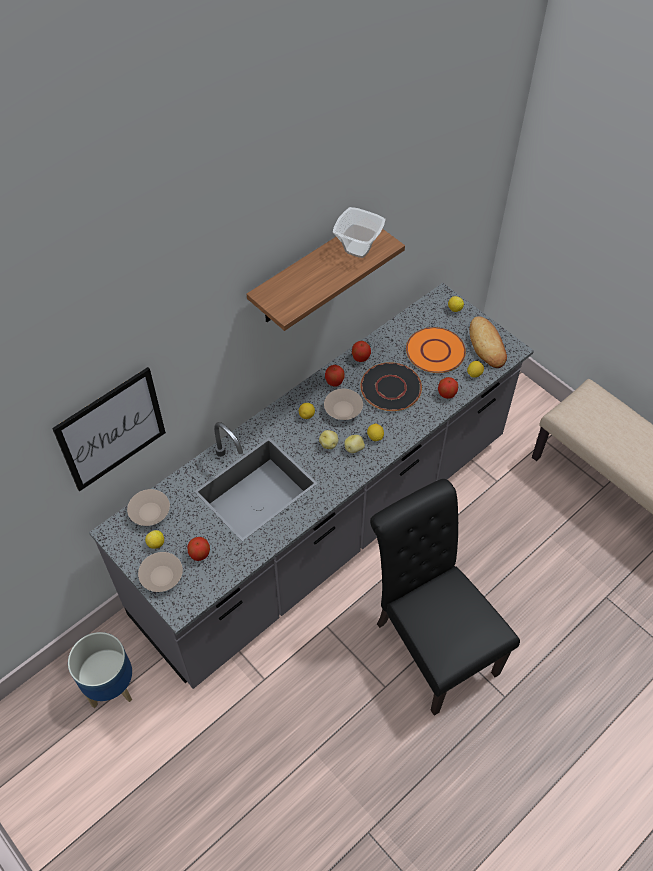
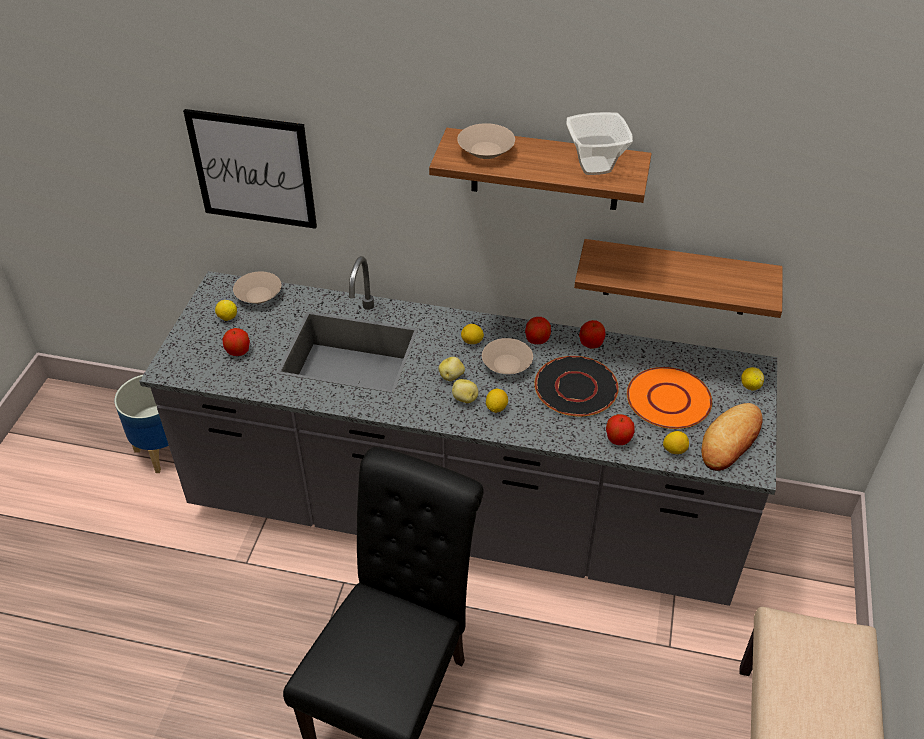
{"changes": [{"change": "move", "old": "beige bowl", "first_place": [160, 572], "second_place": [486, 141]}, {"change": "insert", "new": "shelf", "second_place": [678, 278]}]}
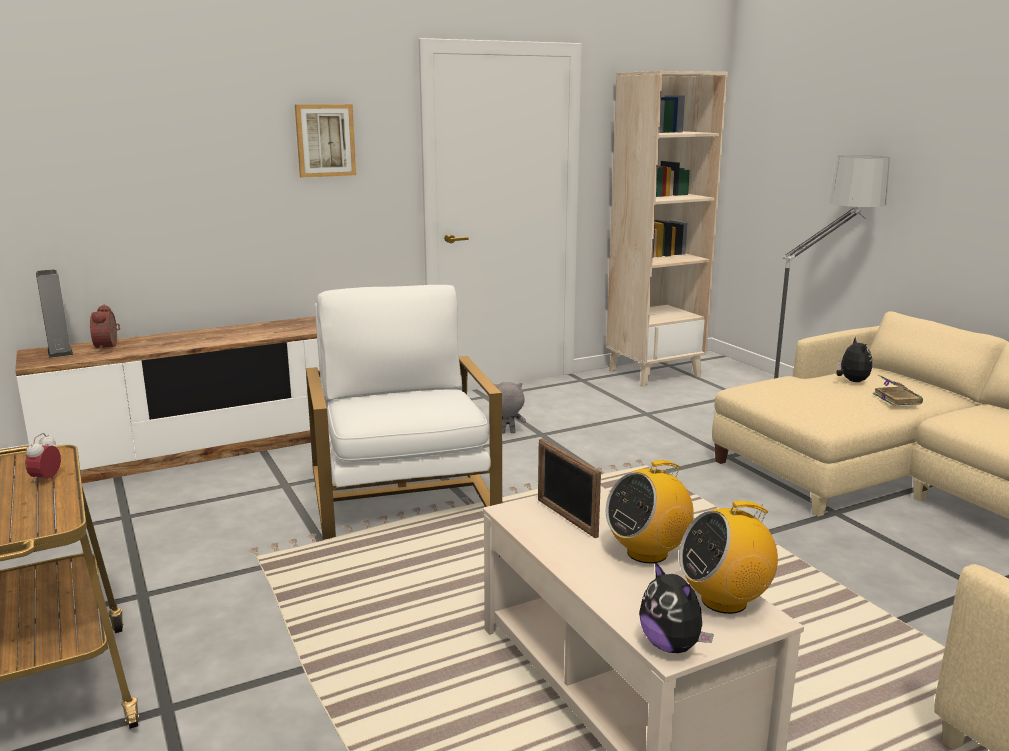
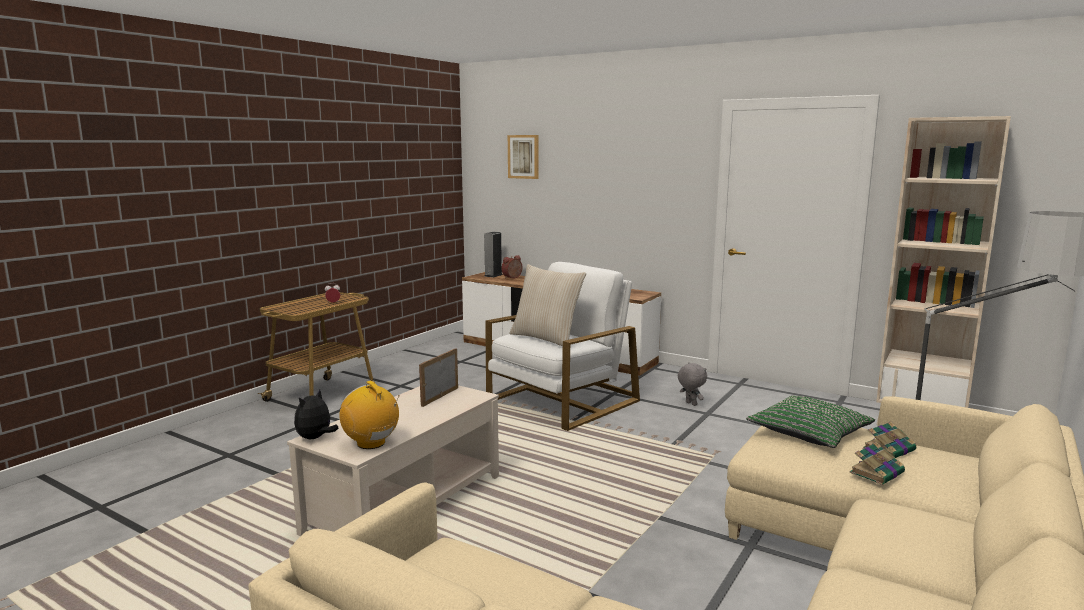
{"changes": [{"change": "move", "old": "picture", "first_place": [325, 141], "second_place": [523, 157]}, {"change": "insert", "new": "beige pillow", "second_place": [547, 305]}, {"change": "insert", "new": "green pillow", "second_place": [810, 421]}, {"change": "replace", "old": "plush toy", "new": "book", "first_place": [854, 359], "second_place": [889, 439]}, {"change": "delete", "old": "radio", "first_place": [650, 511]}]}
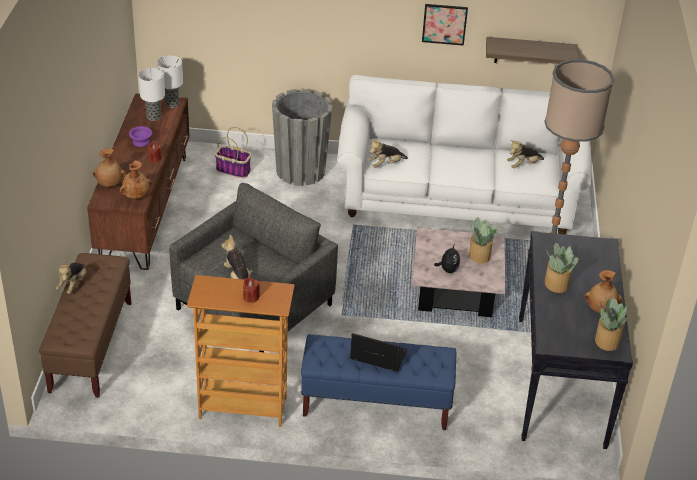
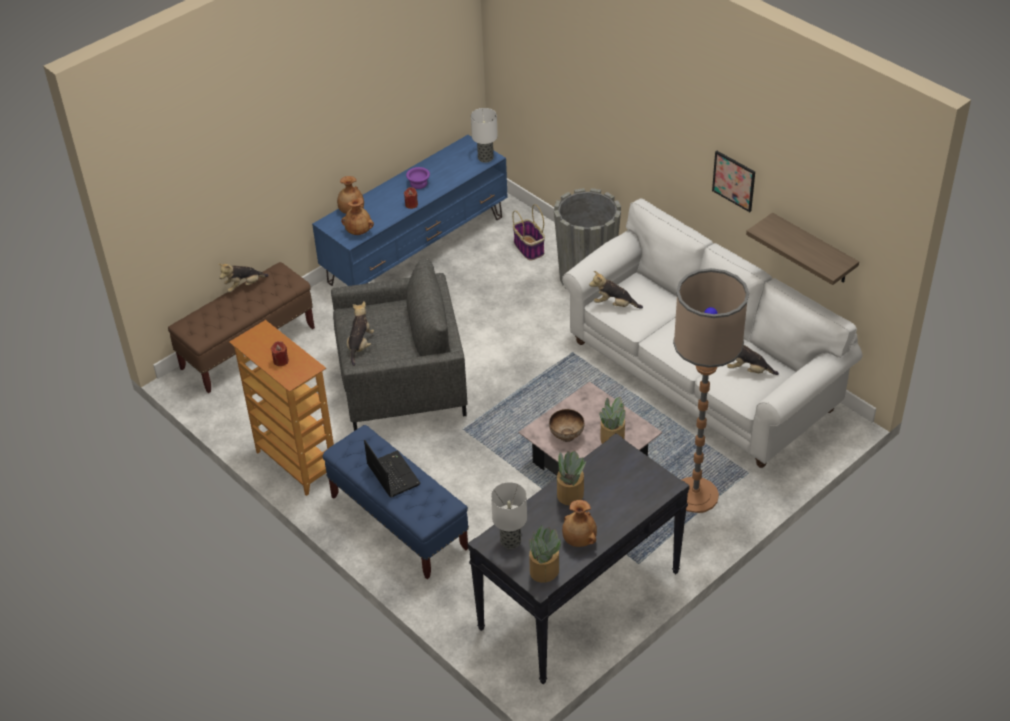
{"changes": [{"change": "recolor", "old": "brown tv stand", "new": "blue tv stand", "first_place": [138, 181], "second_place": [410, 210]}, {"change": "move", "old": "table lamp", "first_place": [152, 94], "second_place": [509, 515]}, {"change": "replace", "old": "plush toy", "new": "bowl", "first_place": [447, 258], "second_place": [566, 425]}]}
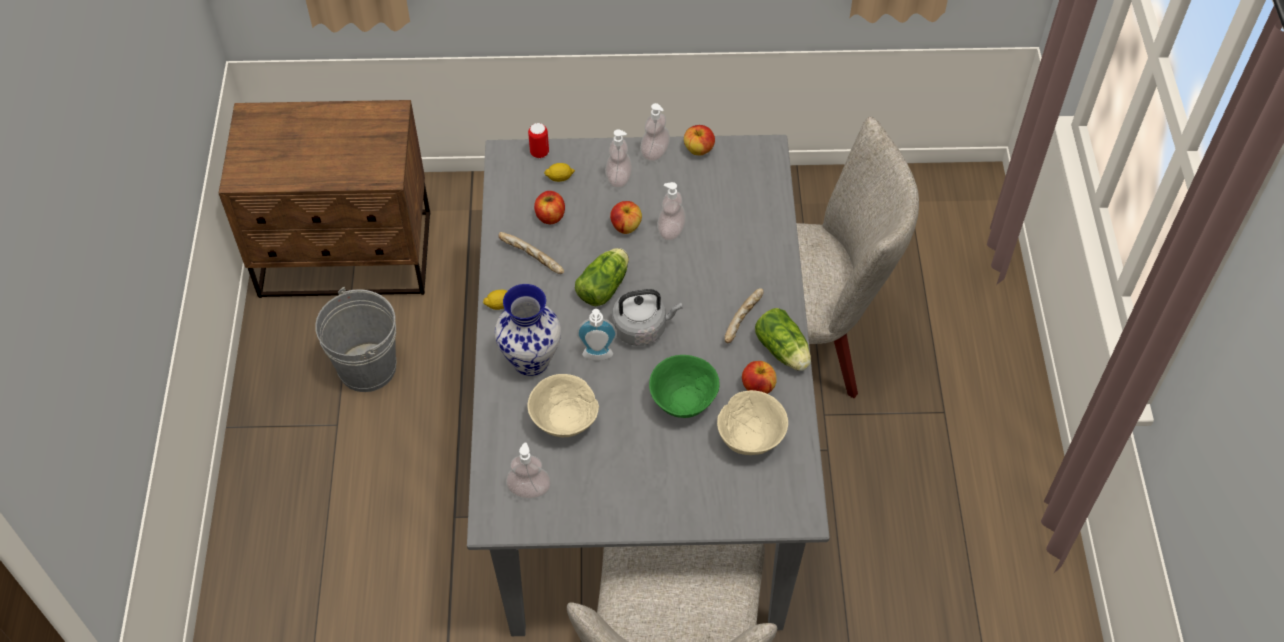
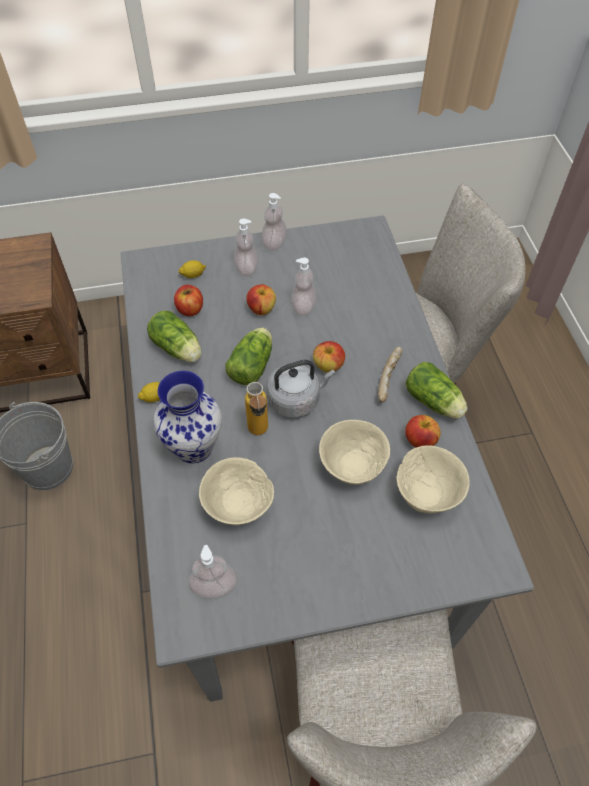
{"changes": [{"change": "replace", "old": "bread", "new": "lettuce", "first_place": [531, 253], "second_place": [174, 336]}, {"change": "replace", "old": "soap dispenser", "new": "bottle", "first_place": [597, 335], "second_place": [256, 408]}, {"change": "move", "old": "apple", "first_place": [699, 140], "second_place": [329, 356]}, {"change": "recolor", "old": "green bowl", "new": "beige bowl", "first_place": [684, 386], "second_place": [354, 452]}, {"change": "delete", "old": "can", "first_place": [538, 140]}]}
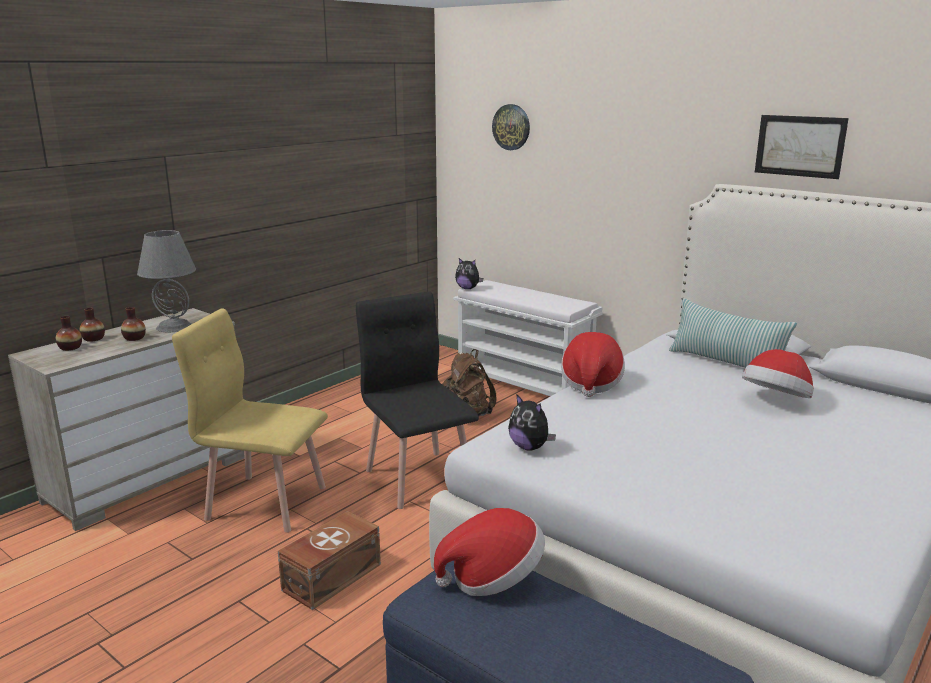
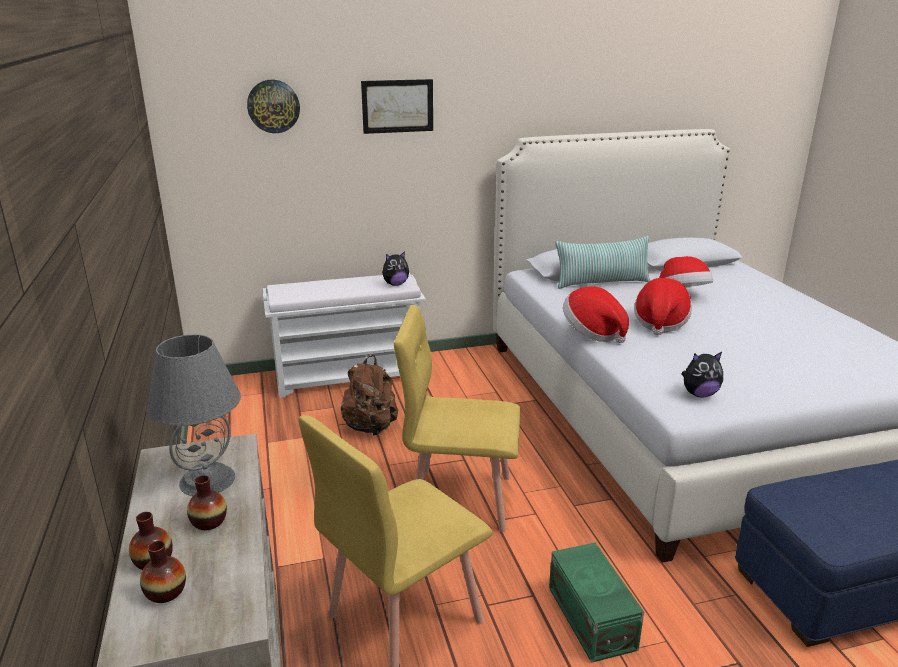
{"changes": [{"change": "move", "old": "picture", "first_place": [802, 147], "second_place": [397, 106]}, {"change": "move", "old": "plush toy", "first_place": [469, 273], "second_place": [395, 268]}, {"change": "recolor", "old": "black chair", "new": "yellow chair", "first_place": [417, 400], "second_place": [457, 418]}, {"change": "recolor", "old": "brown storage box", "new": "green storage box", "first_place": [329, 560], "second_place": [596, 602]}, {"change": "move", "old": "hat", "first_place": [489, 552], "second_place": [663, 306]}]}
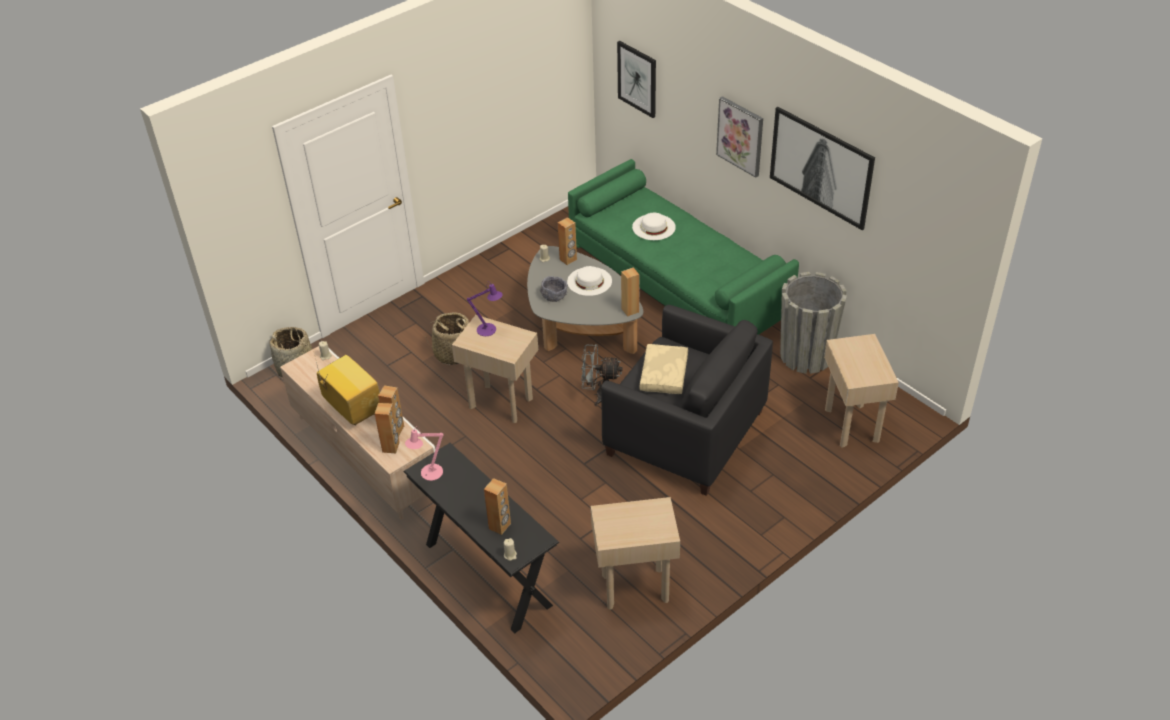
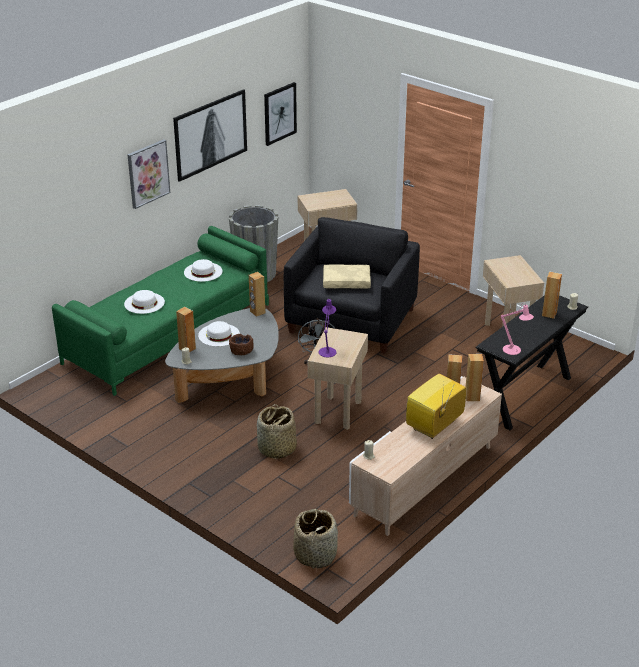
{"changes": [{"change": "insert", "new": "white hat", "second_place": [203, 270]}, {"change": "recolor", "old": "grey bowl", "new": "brown bowl", "first_place": [554, 289], "second_place": [241, 344]}, {"change": "move", "old": "picture", "first_place": [636, 79], "second_place": [280, 114]}]}
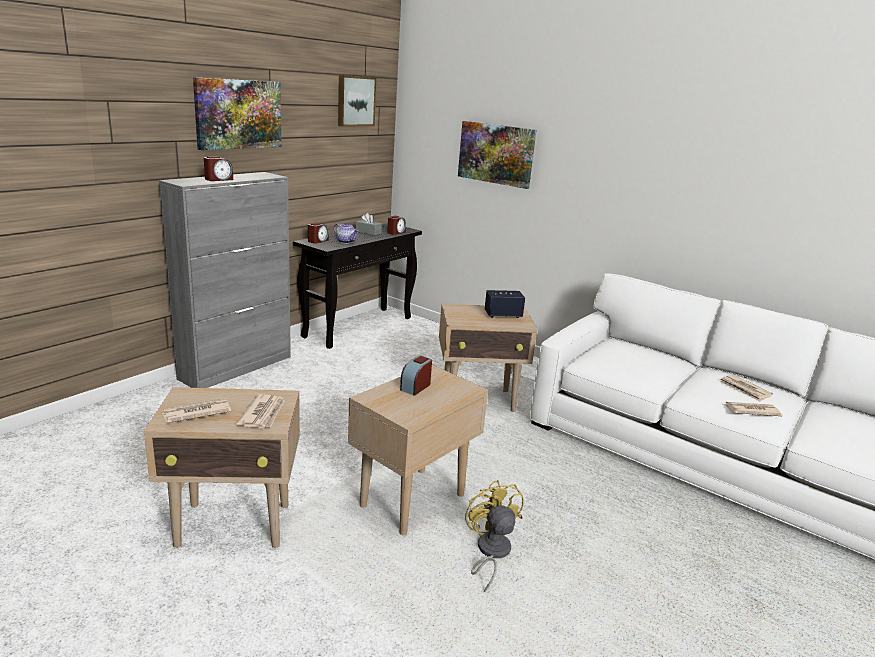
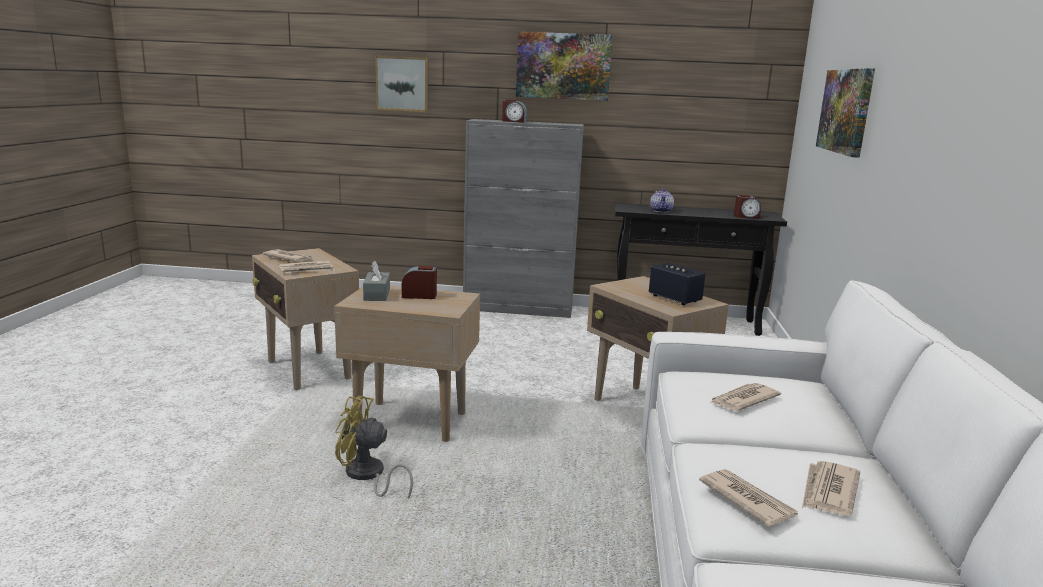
{"changes": [{"change": "rotate", "old": "yellow fan", "first_place": [494, 536], "second_place": [374, 447], "degrees": -120}, {"change": "move", "old": "grey tissue box", "first_place": [368, 224], "second_place": [376, 281]}, {"change": "move", "old": "picture", "first_place": [357, 101], "second_place": [401, 84]}, {"change": "insert", "new": "newspaper", "second_place": [745, 397]}, {"change": "delete", "old": "alarm clock", "first_place": [318, 233]}]}
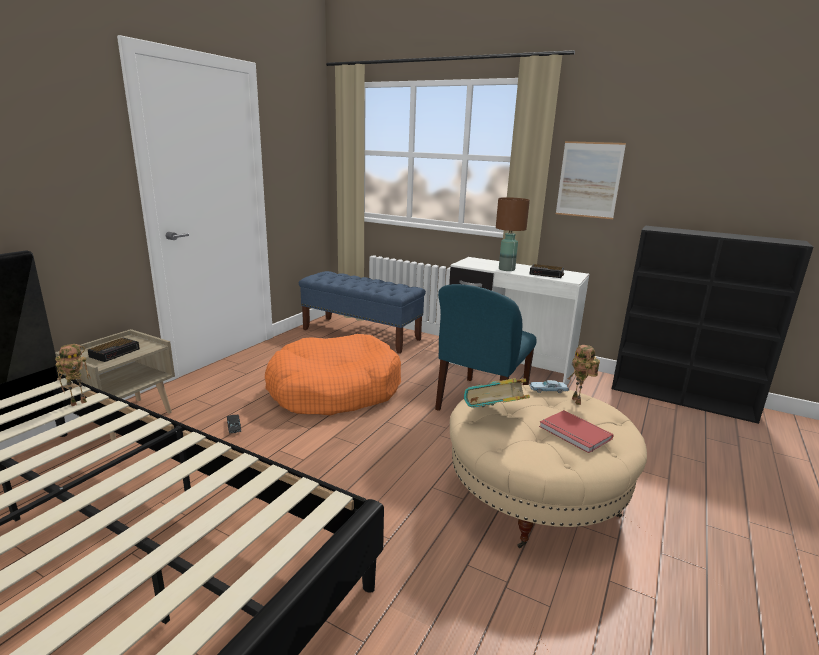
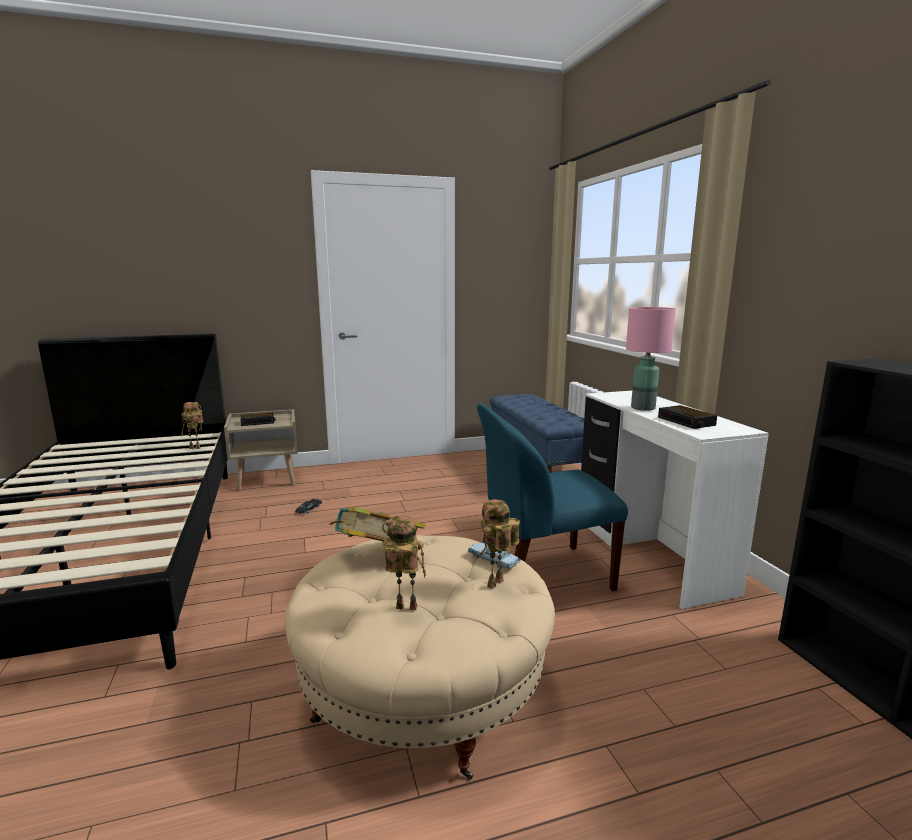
{"changes": [{"change": "replace", "old": "red book", "new": "toy robot", "first_place": [576, 431], "second_place": [404, 563]}, {"change": "recolor", "old": "brown table lamp", "new": "pink table lamp", "first_place": [513, 234], "second_place": [651, 359]}, {"change": "delete", "old": "orange dog bed", "first_place": [333, 374]}, {"change": "delete", "old": "picture", "first_place": [591, 180]}]}
